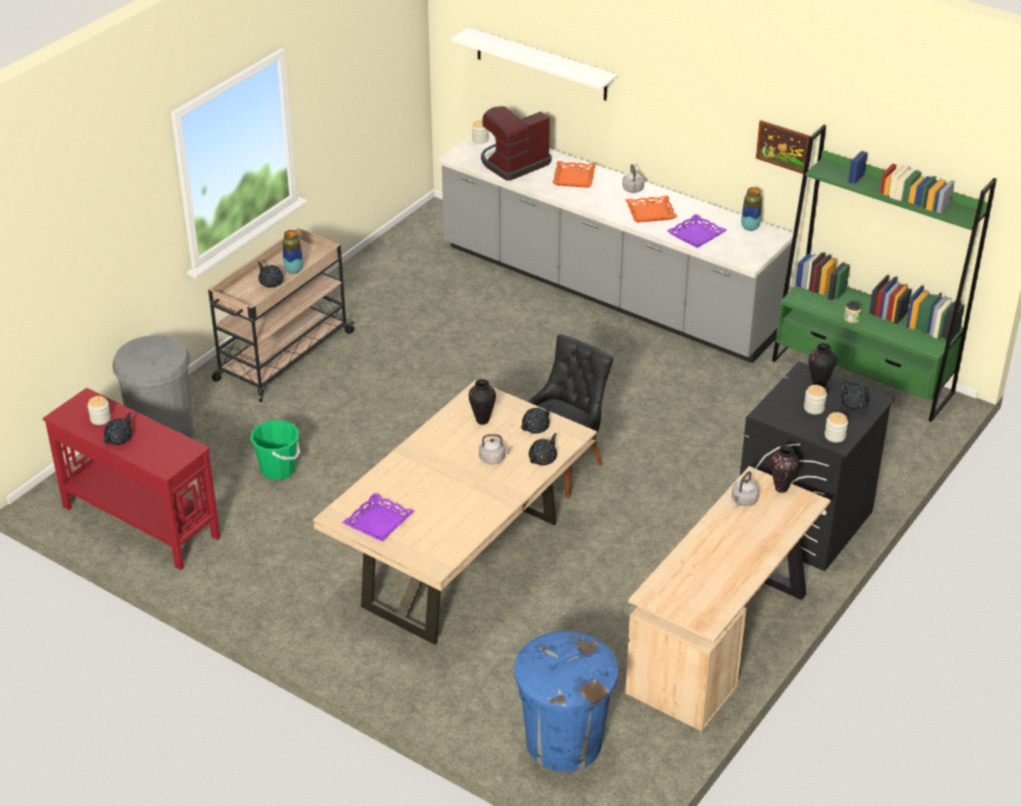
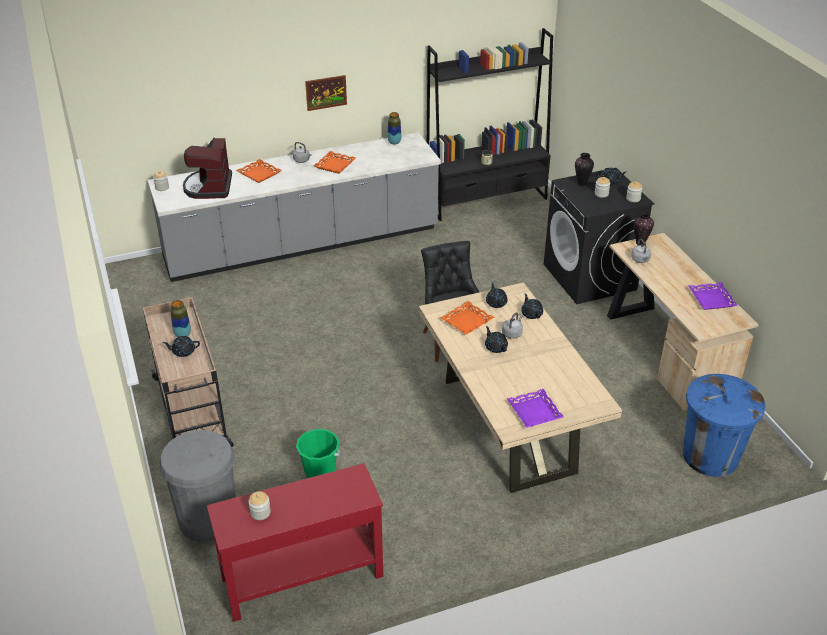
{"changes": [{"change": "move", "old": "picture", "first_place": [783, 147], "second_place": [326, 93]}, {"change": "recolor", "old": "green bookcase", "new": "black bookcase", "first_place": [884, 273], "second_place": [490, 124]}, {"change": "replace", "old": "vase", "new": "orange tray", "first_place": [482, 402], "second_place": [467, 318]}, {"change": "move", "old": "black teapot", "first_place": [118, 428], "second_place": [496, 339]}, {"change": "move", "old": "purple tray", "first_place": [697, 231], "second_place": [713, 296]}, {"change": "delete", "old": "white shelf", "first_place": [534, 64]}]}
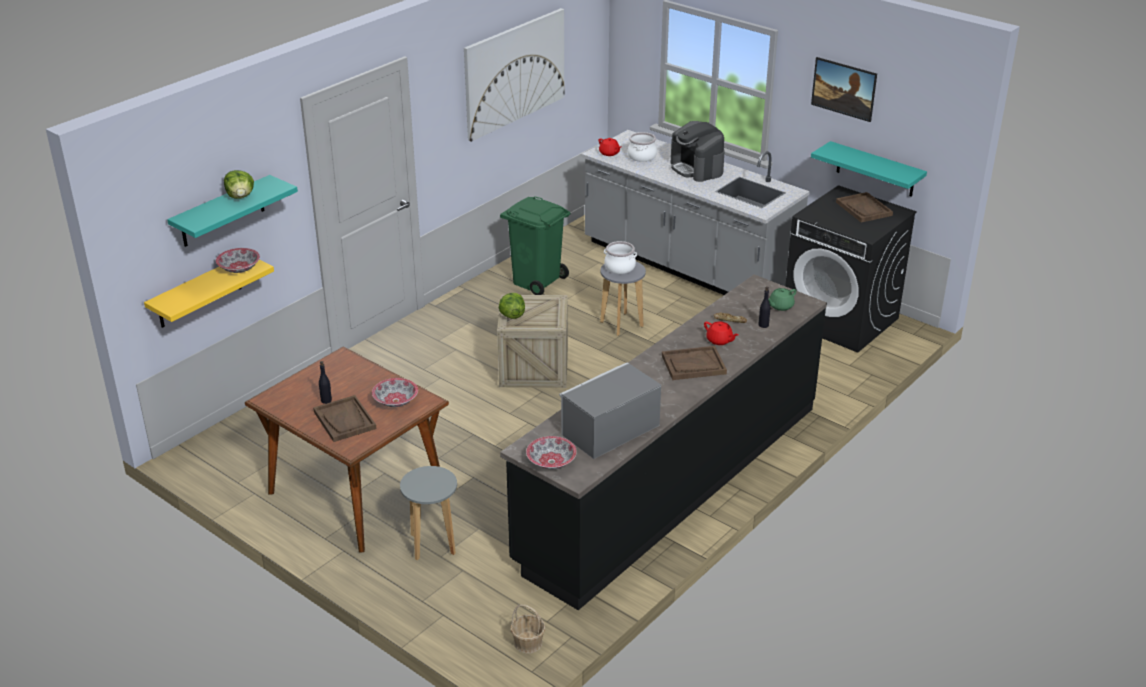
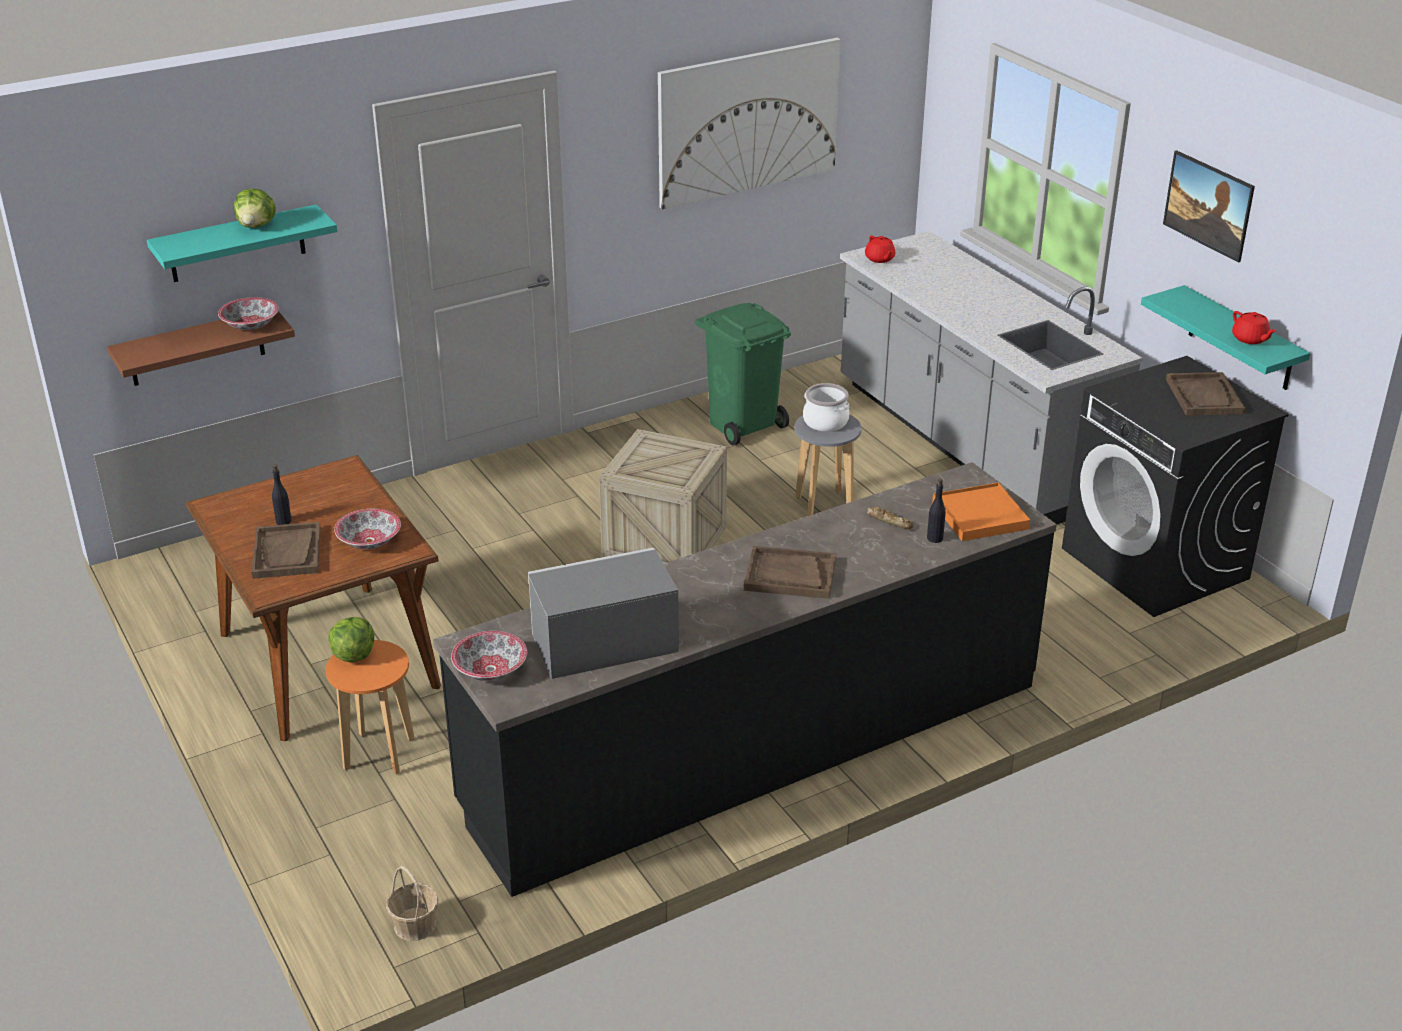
{"changes": [{"change": "recolor", "old": "yellow shelf", "new": "brown shelf", "first_place": [209, 294], "second_place": [201, 348]}, {"change": "recolor", "old": "grey stool", "new": "orange stool", "first_place": [428, 513], "second_place": [370, 707]}, {"change": "move", "old": "lettuce", "first_place": [512, 306], "second_place": [351, 639]}, {"change": "replace", "old": "green teapot", "new": "orange tray", "first_place": [782, 299], "second_place": [981, 511]}, {"change": "move", "old": "red teapot", "first_place": [721, 333], "second_place": [1254, 327]}, {"change": "delete", "old": "cooking pot", "first_place": [642, 147]}, {"change": "delete", "old": "coffee machine", "first_place": [698, 151]}]}
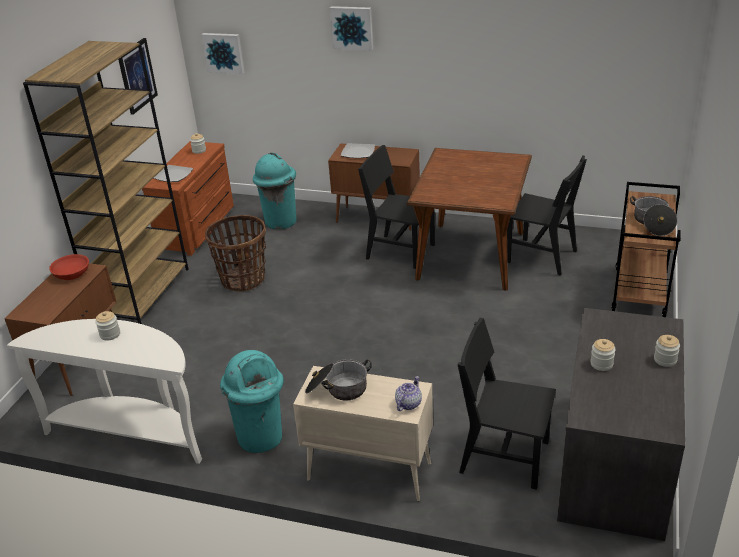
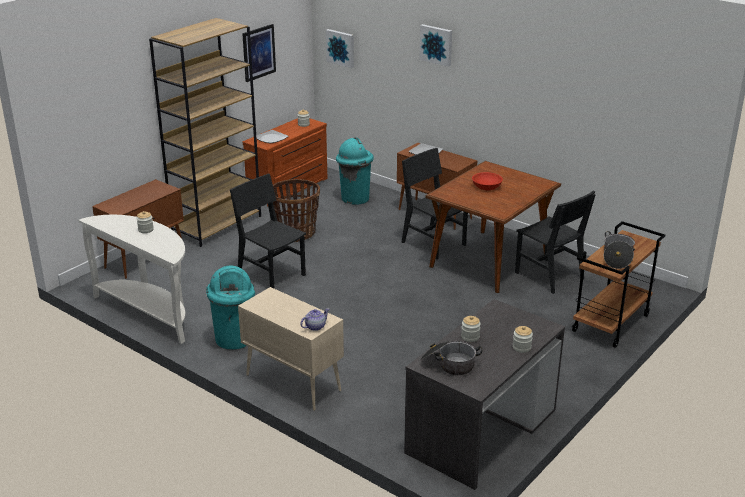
{"changes": [{"change": "move", "old": "black chair", "first_place": [507, 404], "second_place": [268, 231]}, {"change": "move", "old": "cooking pot", "first_place": [338, 379], "second_place": [452, 358]}, {"change": "move", "old": "red bowl", "first_place": [69, 267], "second_place": [487, 181]}]}
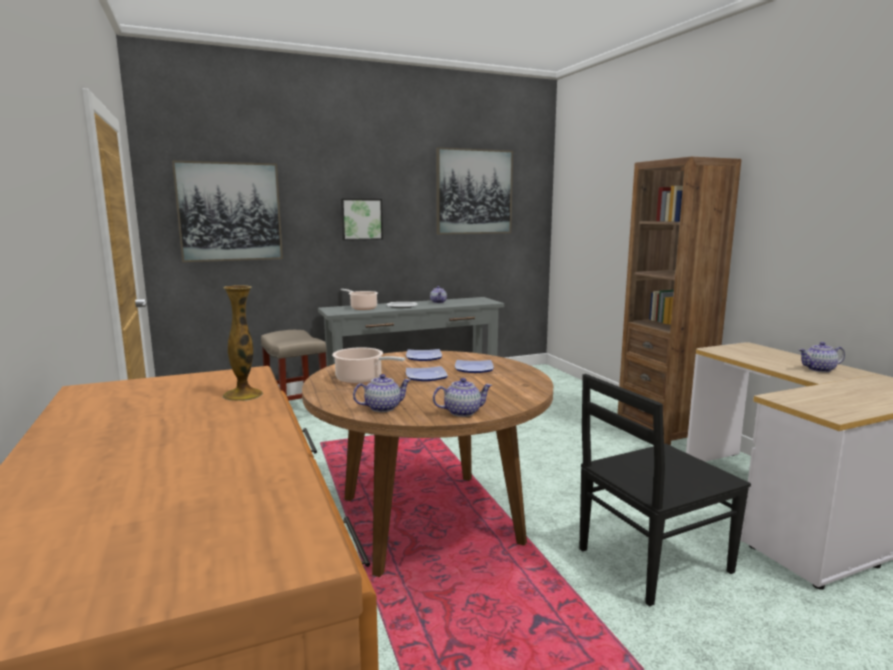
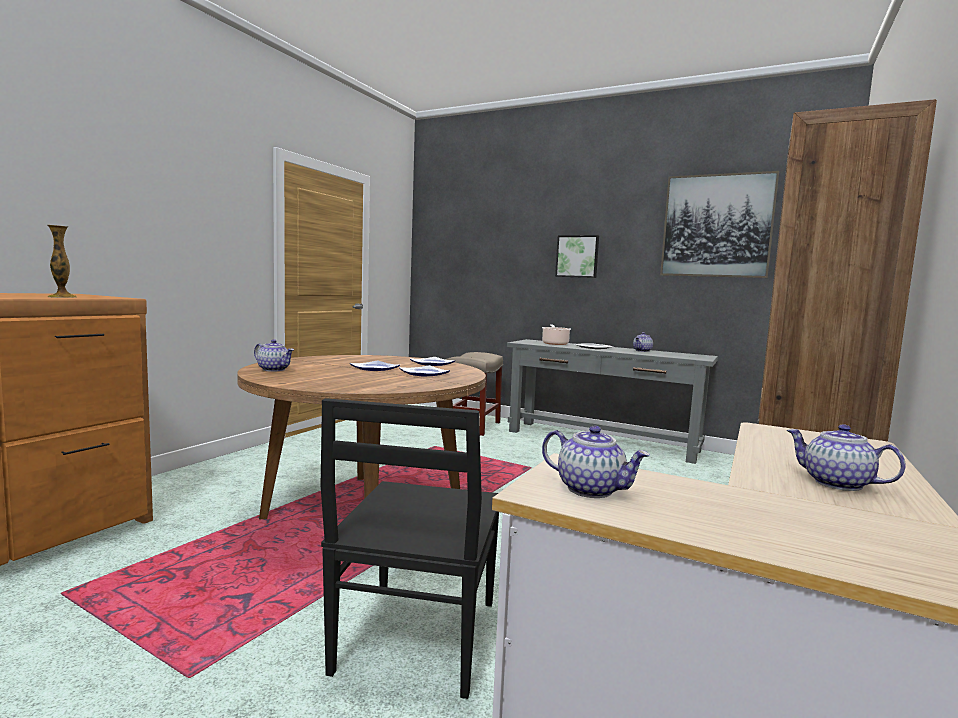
{"changes": [{"change": "rotate", "old": "black chair", "first_place": [665, 490], "second_place": [410, 548], "degrees": -105}, {"change": "move", "old": "teapot", "first_place": [462, 397], "second_place": [596, 462]}, {"change": "delete", "old": "picture", "first_place": [227, 211]}, {"change": "delete", "old": "cooking pot", "first_place": [368, 365]}]}
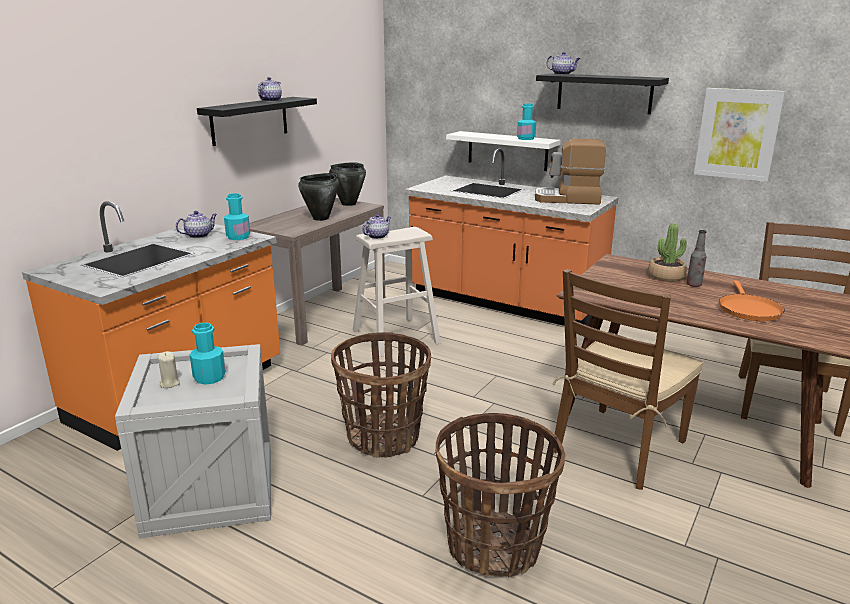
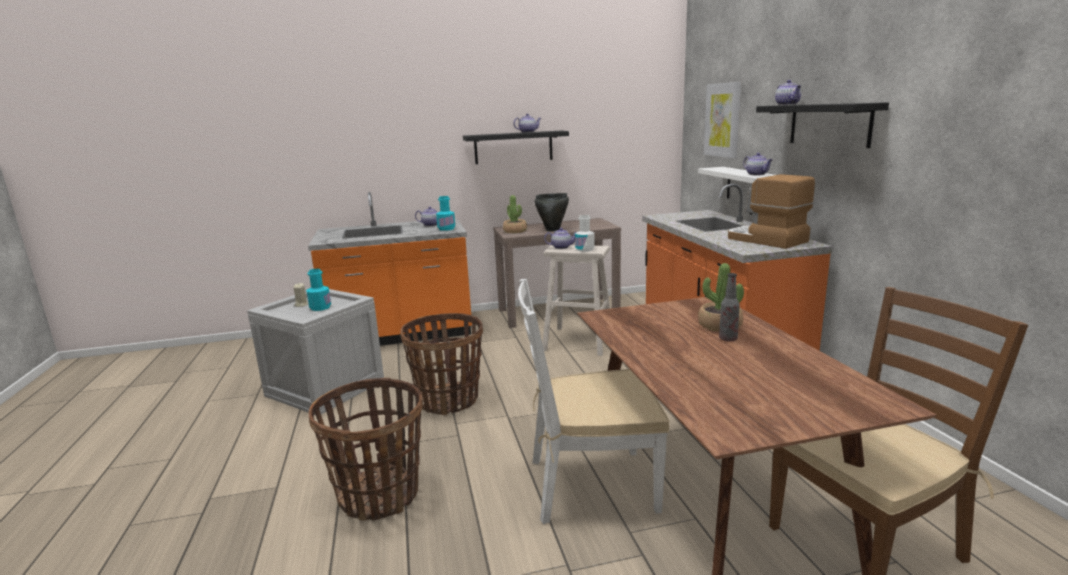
{"changes": [{"change": "insert", "new": "potted plant", "second_place": [515, 214]}, {"change": "recolor", "old": "brown chair", "new": "white chair", "first_place": [628, 379], "second_place": [594, 401]}, {"change": "insert", "new": "white bottle", "second_place": [585, 233]}, {"change": "move", "old": "picture", "first_place": [739, 135], "second_place": [722, 120]}, {"change": "replace", "old": "turquoise bottle", "new": "teapot", "first_place": [526, 121], "second_place": [758, 164]}, {"change": "delete", "old": "black cooking pot", "first_place": [347, 184]}, {"change": "delete", "old": "orange frying pan", "first_place": [752, 300]}]}
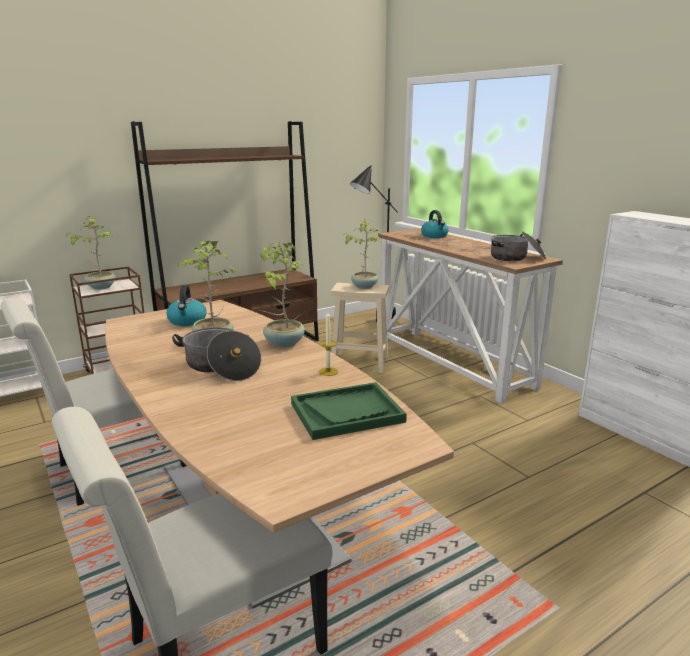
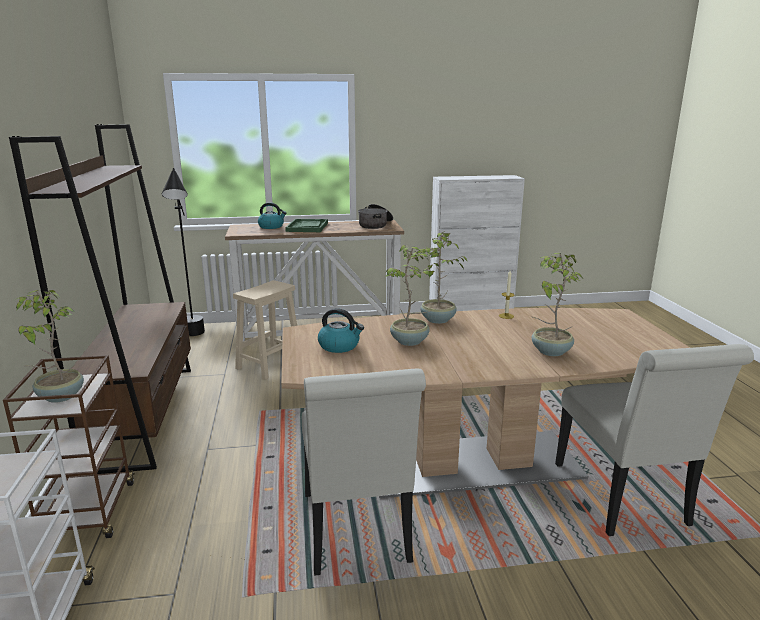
{"changes": [{"change": "move", "old": "green tray", "first_place": [349, 411], "second_place": [306, 225]}, {"change": "move", "old": "potted plant", "first_place": [361, 254], "second_place": [557, 304]}, {"change": "delete", "old": "cooking pot", "first_place": [216, 354]}]}
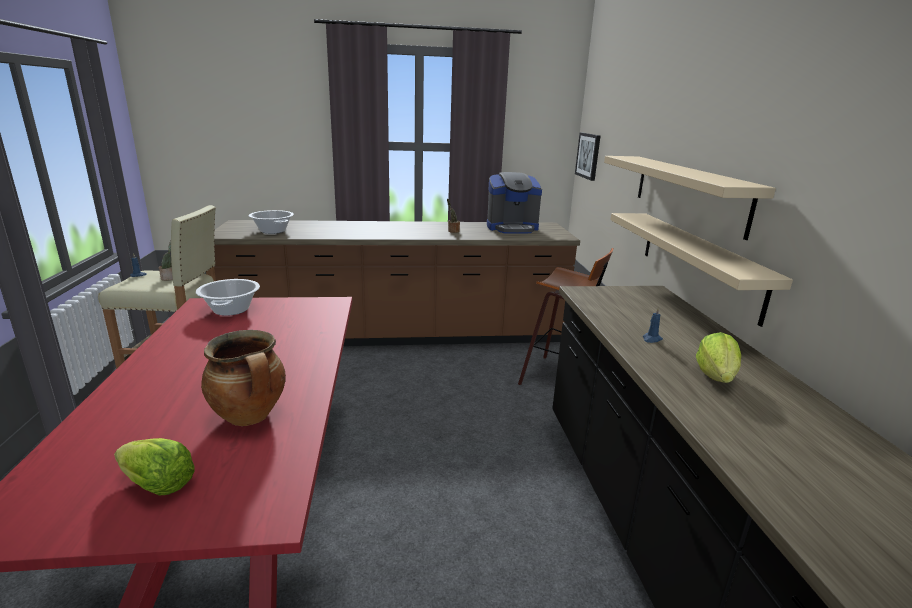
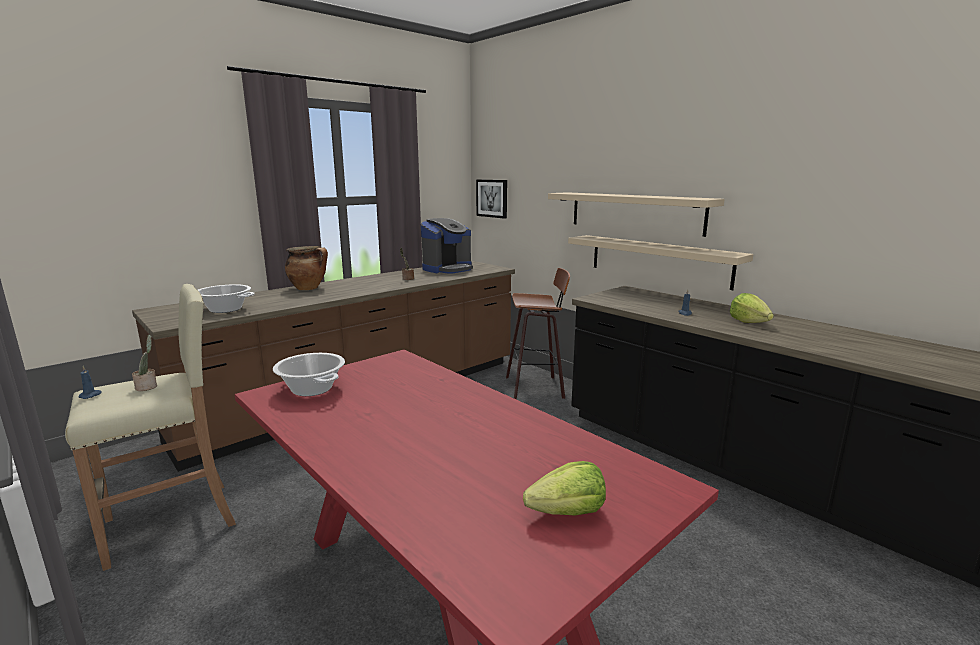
{"changes": [{"change": "move", "old": "cooking pot", "first_place": [243, 378], "second_place": [306, 268]}]}
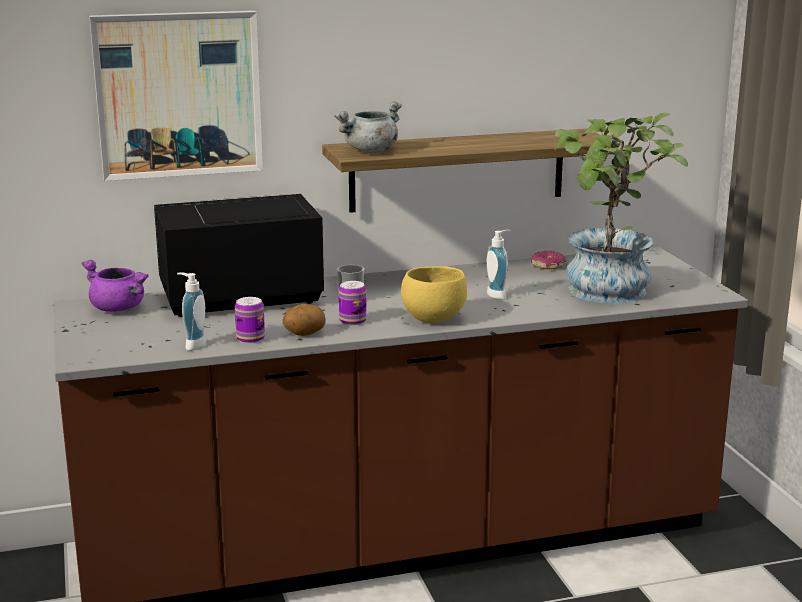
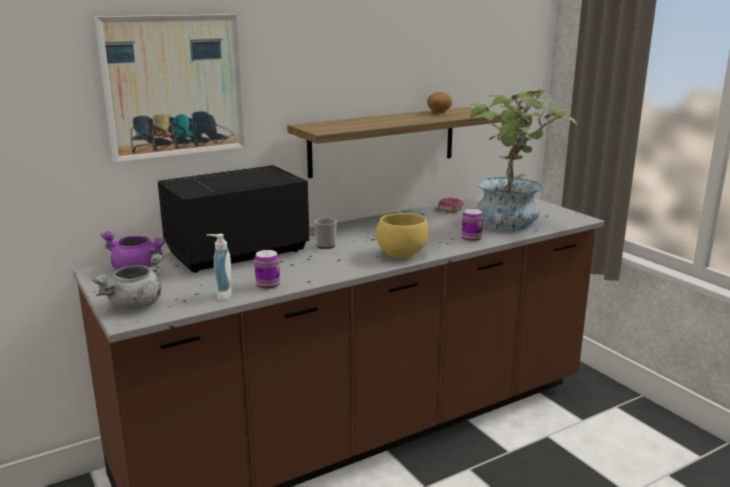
{"changes": [{"change": "move", "old": "grey cooking pot", "first_place": [368, 127], "second_place": [127, 282]}, {"change": "move", "old": "potato", "first_place": [304, 320], "second_place": [439, 102]}, {"change": "move", "old": "can", "first_place": [353, 303], "second_place": [472, 225]}, {"change": "delete", "old": "soap dispenser", "first_place": [498, 265]}]}
